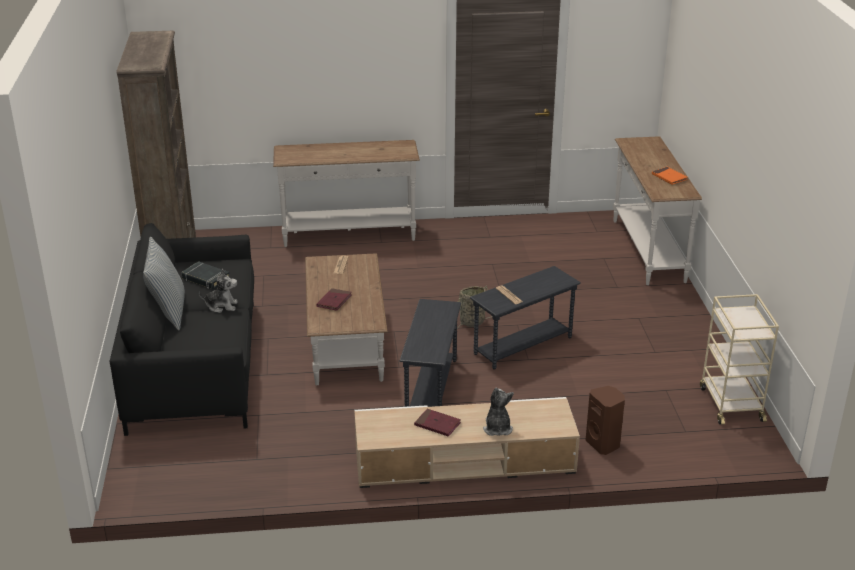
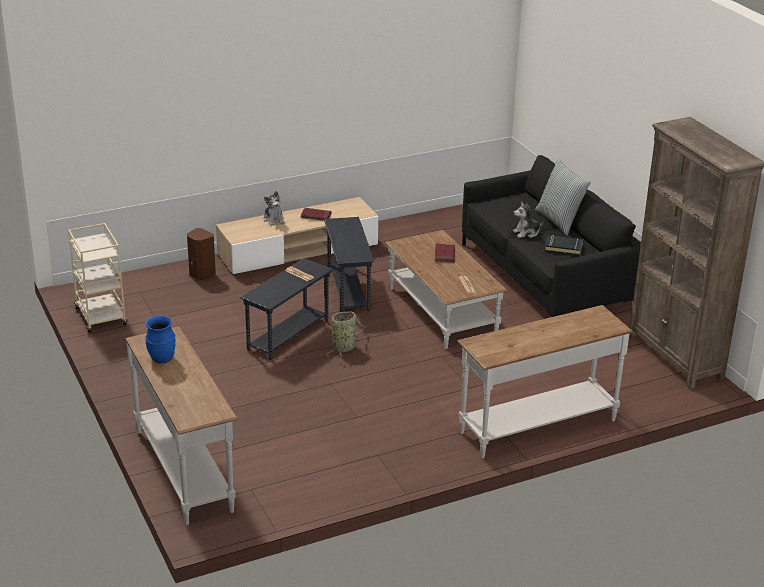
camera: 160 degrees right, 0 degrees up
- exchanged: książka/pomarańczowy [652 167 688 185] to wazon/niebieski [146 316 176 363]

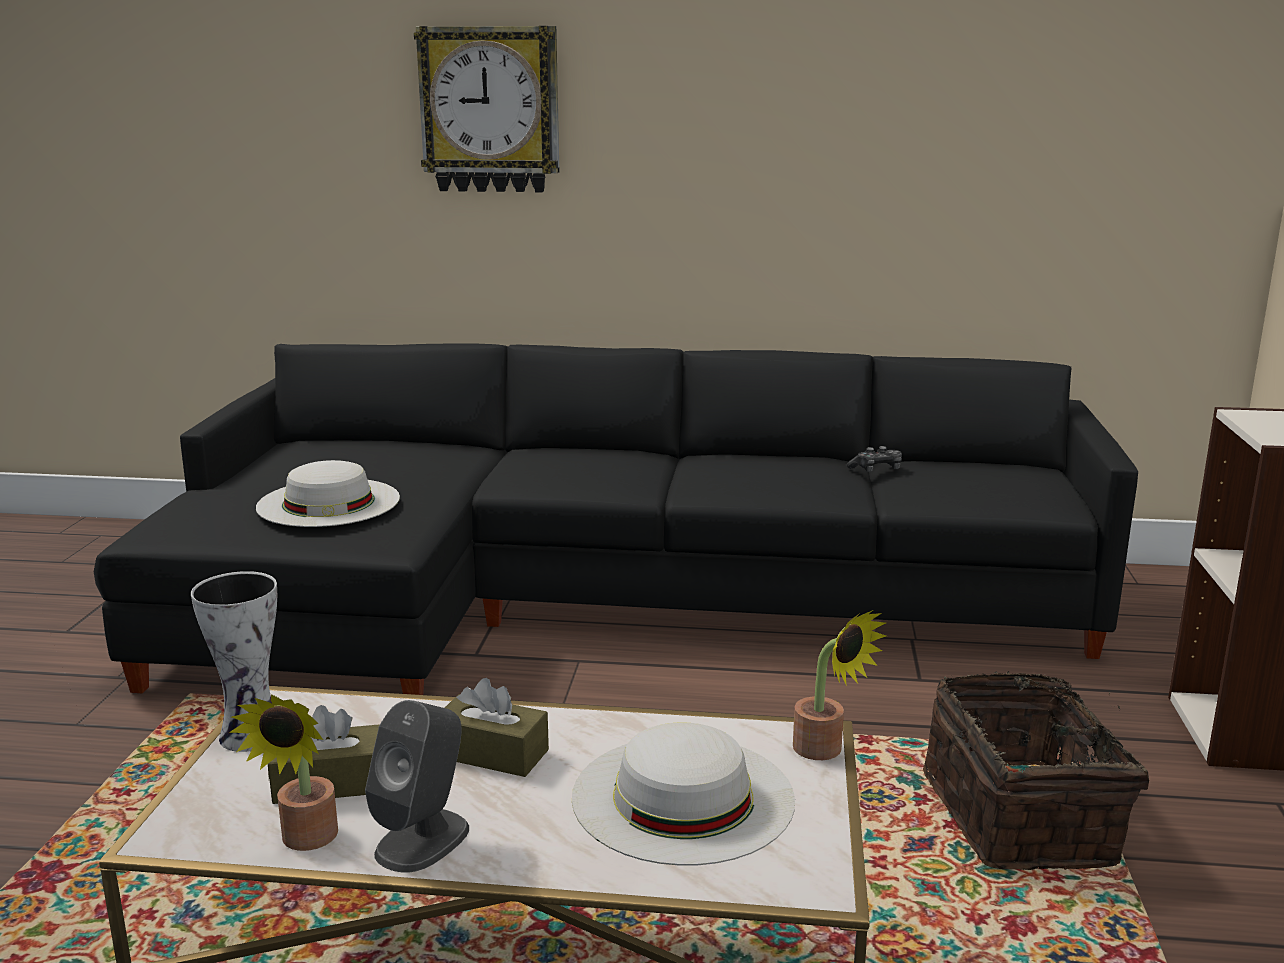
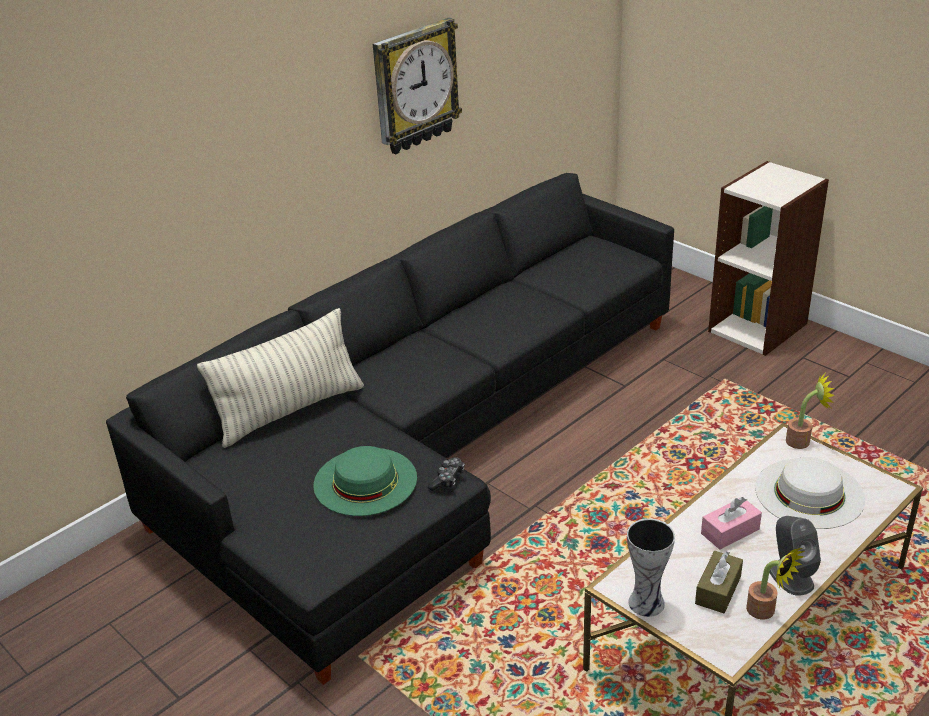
camera: 50 degrees left, 15 degrees up
- appeared: poduszka [197 308 364 448]
- colour: kapelusz/biały [256 460 400 527] to kapelusz/zielony [313 446 417 516]
- relocated: zegar ścienny [414 26 559 192] to [373 17 462 154]
- relocated: pad do gier [847 446 902 472] to [428 457 465 491]
- colour: pudełko chusteczek/brązowy [445 678 549 777] to pudełko chusteczek/różowy [701 497 762 550]
- missing: koszyk [923 671 1149 870]

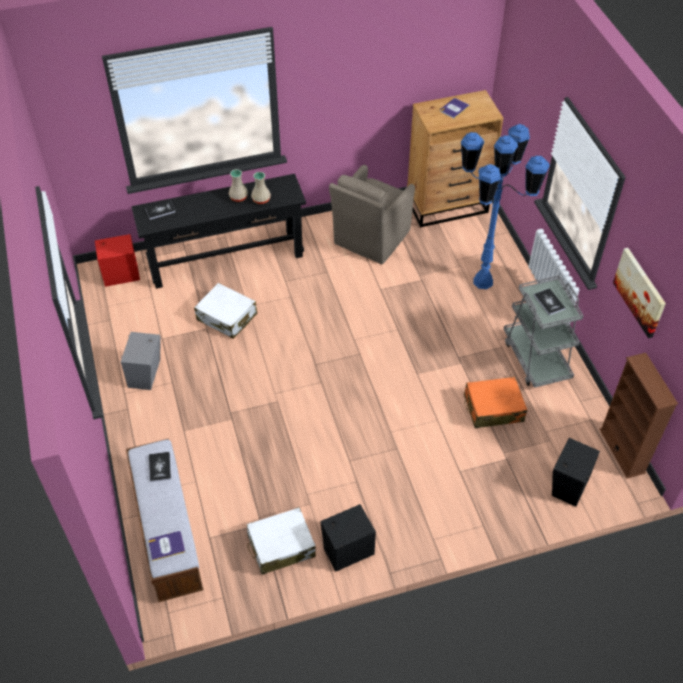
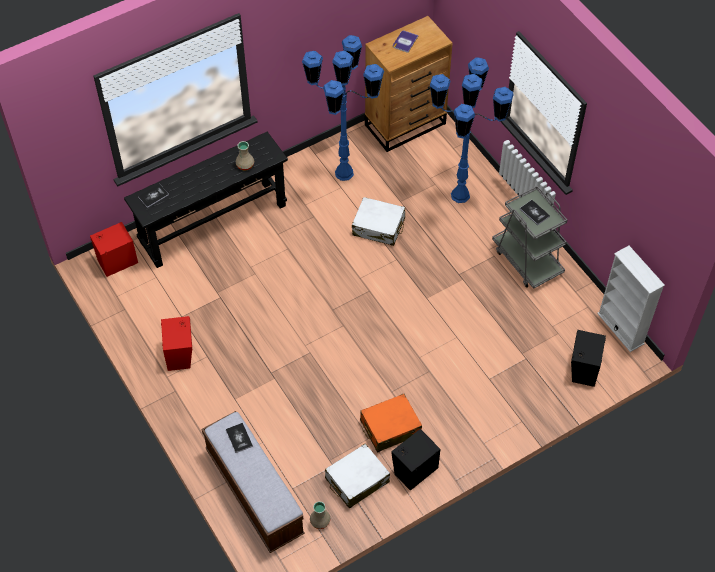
camera: 15 degrees left, 5 degrees up
- colour: głośnik/szary [121 332 161 390] to głośnik/czerwony [161 316 192 371]
- exchanged: fotel/brązowy [329 165 415 264] to lampa stojąca/niebieski [302 35 384 181]
- relocated: wazon/beżowy [229 169 248 202] to [310 501 331 529]
- relocated: walizka/biały [194 283 257 339] to [352 197 405 246]
- relocated: walizka/pomarańczowy [464 377 527 428] to [360 394 422 452]
- colour: regał/brązowy [600 353 678 478] to regał/biały [597 246 665 352]
- missing: książka [148 531 185 561]
- missing: obraz [613 248 666 338]

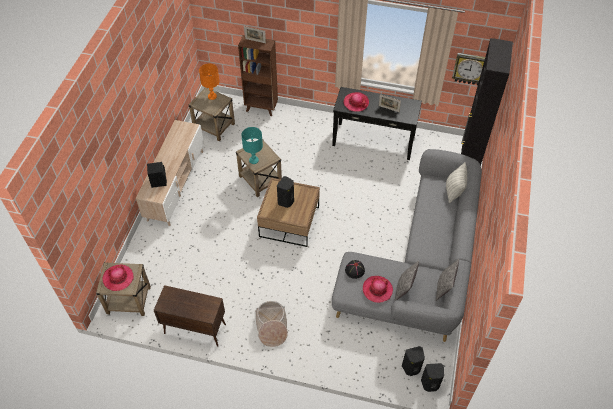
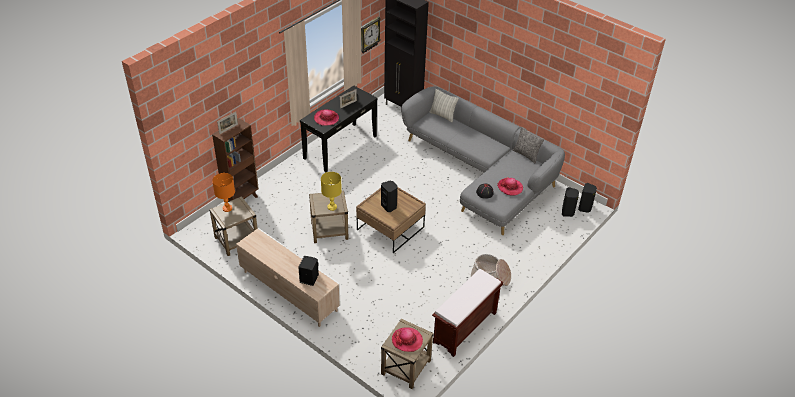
camera: 65 degrees left, 10 degrees down
- colour: lampa stołowa/turkusowy [241 127 263 164] to lampa stołowa/żółty [321 172 342 211]
- exchanged: szafka/brązowy [154 285 226 347] to ławka/brązowy [432 269 503 357]
- missing: poduszka [394 261 419 301]

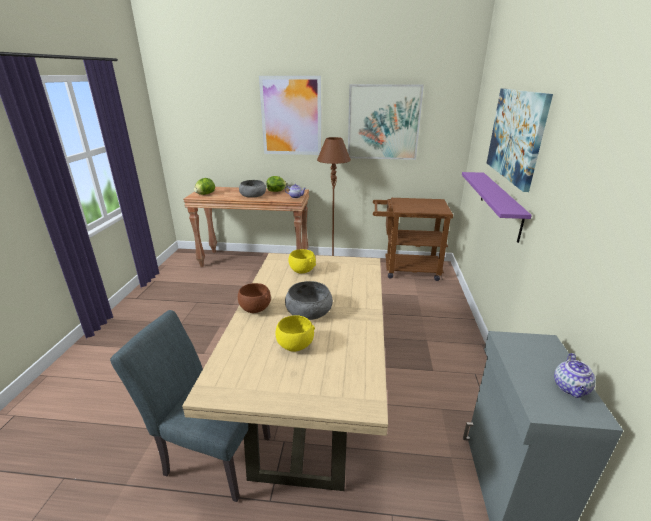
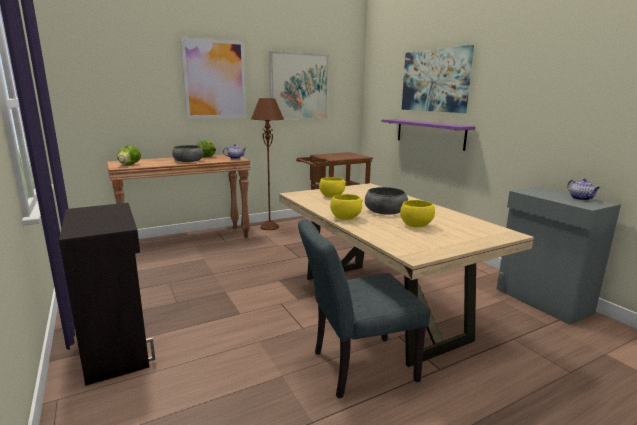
camera: 35 degrees left, 10 degrees down
- appeared: szafka/czarny [59 203 155 386]
- colour: miska/brązowy [238 283 271 313] to miska/żółty [330 194 363 220]

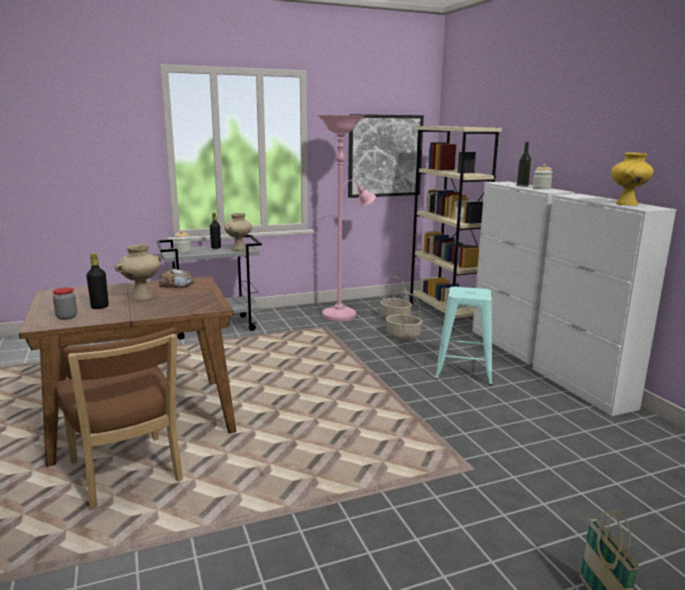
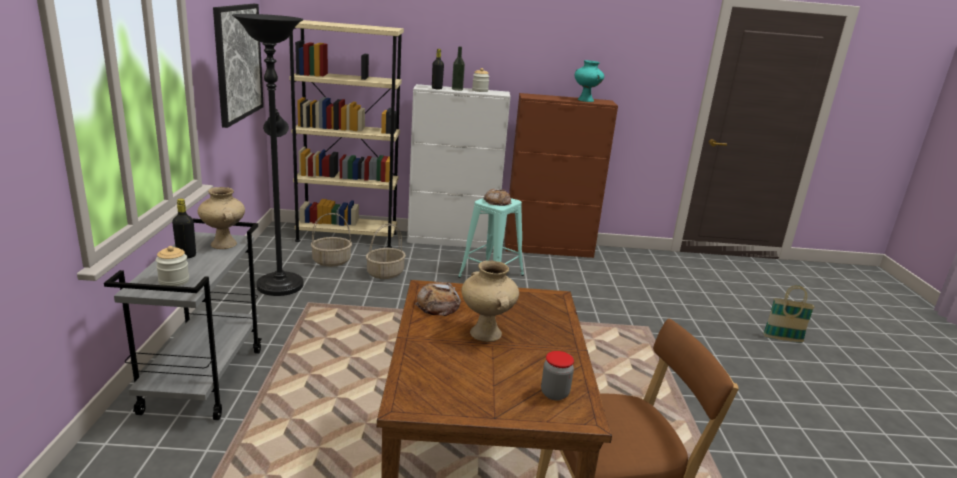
camera: 70 degrees left, 5 degrees up
- colour: lampa stojąca/różowy [317 115 376 321] to lampa stojąca/czarny [232 14 304 296]
- relocated: butelka/czarny [86 253 109 309] to [432 49 444 90]
- appeared: chleb [483 189 511 206]
- colour: szafka/biały [533 194 676 416] to szafka/brązowy [505 93 618 258]
- colour: wazon/żółty [611 152 654 205] to wazon/turkusowy [575 60 604 102]

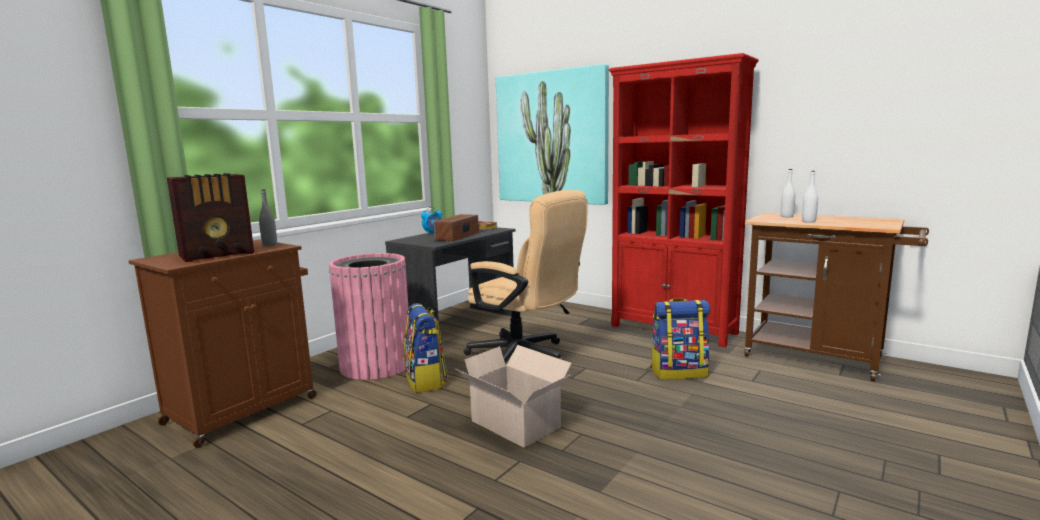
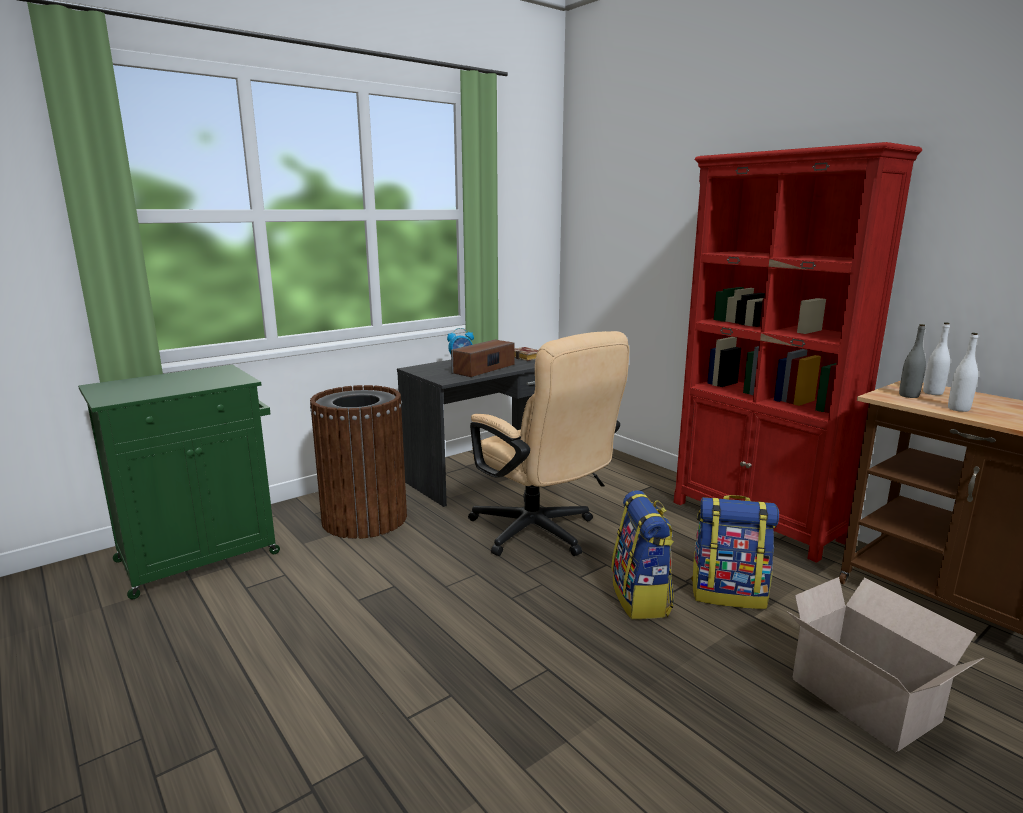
camera: 15 degrees right, 5 degrees up
- colour: szafka/brązowy [128 240 316 448] to szafka/zielony [78 365 280 599]
- colour: kosz na śmieci/różowy [329 253 410 380] to kosz na śmieci/brązowy [310 385 407 539]
- relocated: plecak [403 303 448 393] to [611 490 674 619]
- relocated: karton [456 345 572 448] to [787 577 984 752]
- relocated: butelka/szary [259 190 277 246] to [899 324 926 398]
- missing: radio [167 173 254 262]
- missing: obraz [496 64 609 205]

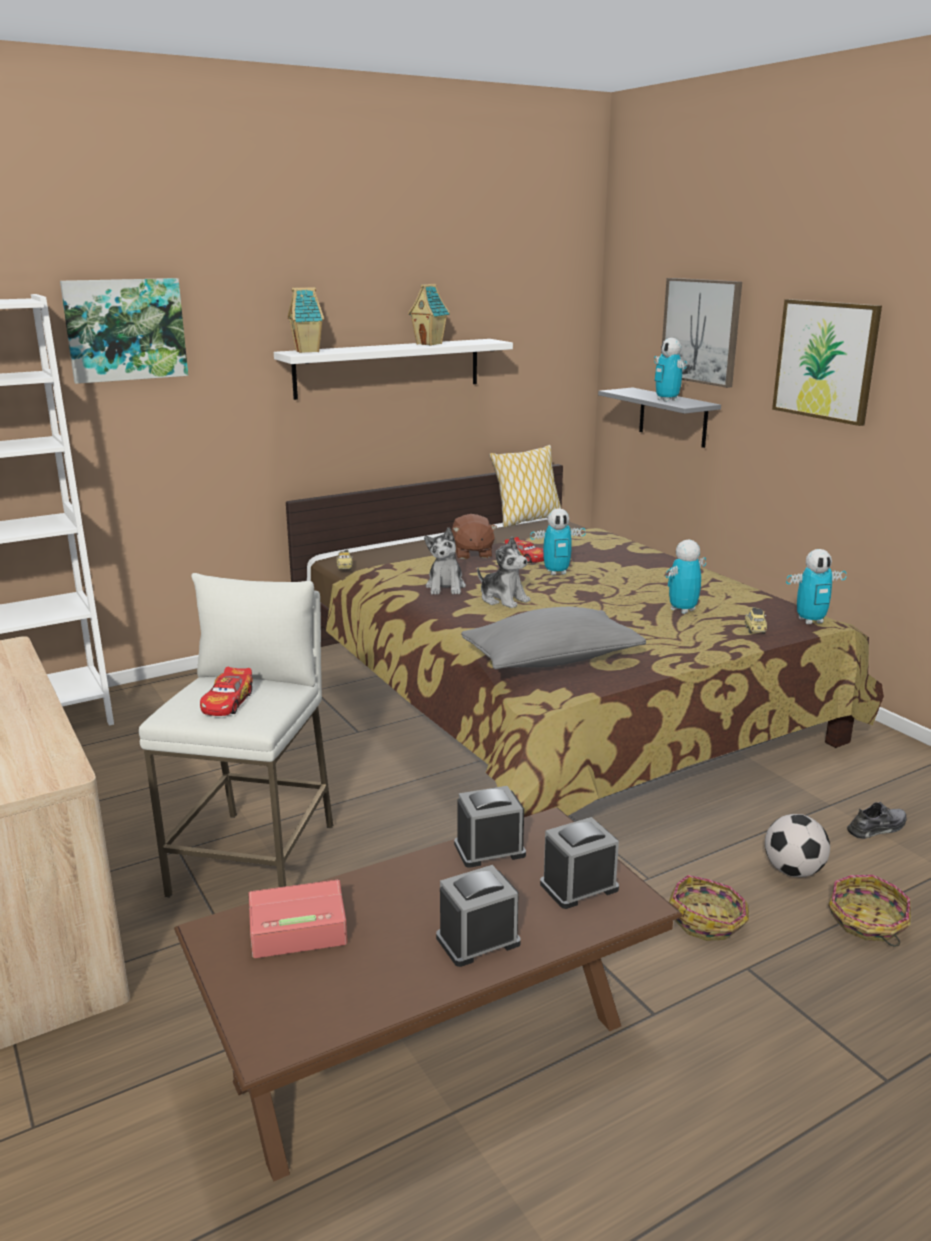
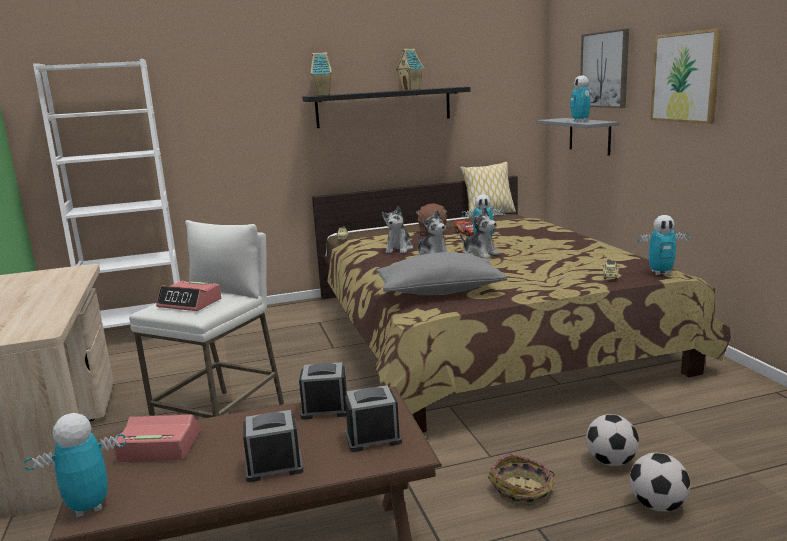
camera: 15 degrees right, 5 degrees down
- relocated: robot zabawkowy [666 540 706 614] to [24 413 126 517]
- exchanged: samochodzik [200 667 253 716] to budzik [156 281 221 311]
- colour: półka/biały [274 339 513 400] to półka/czarny [302 87 471 128]
- appeared: pluszak [460 207 500 259]
- exchanged: koszyk [828 875 911 947] to piłka futbolowa [629 453 690 512]
- missing: obraz [60 278 188 384]
- missing: but/szary [847 801 907 839]

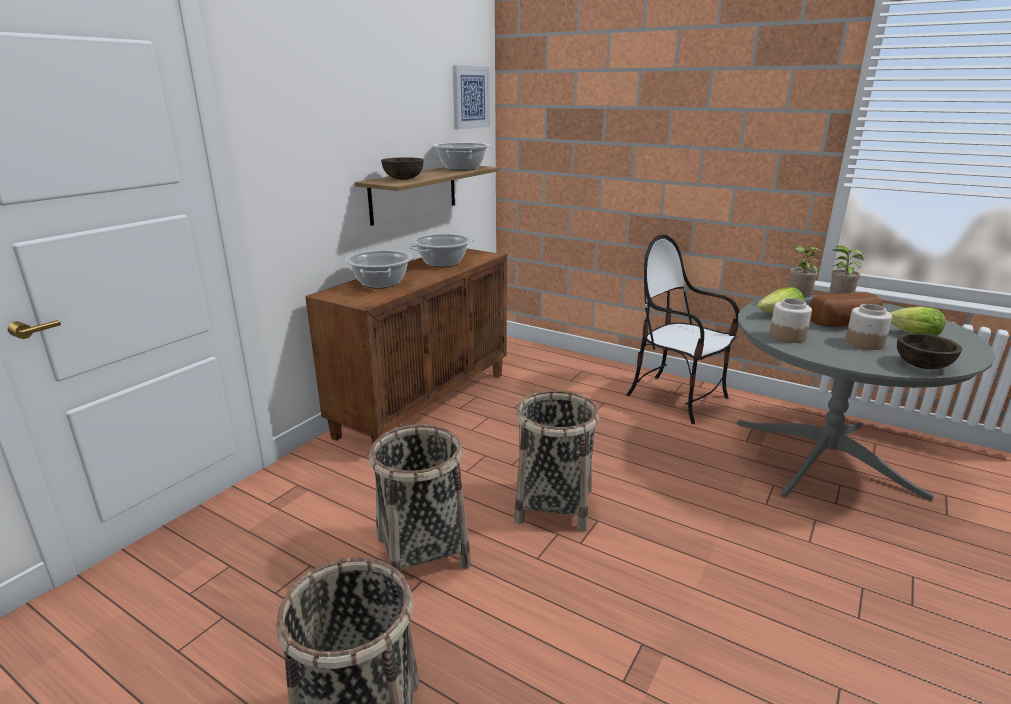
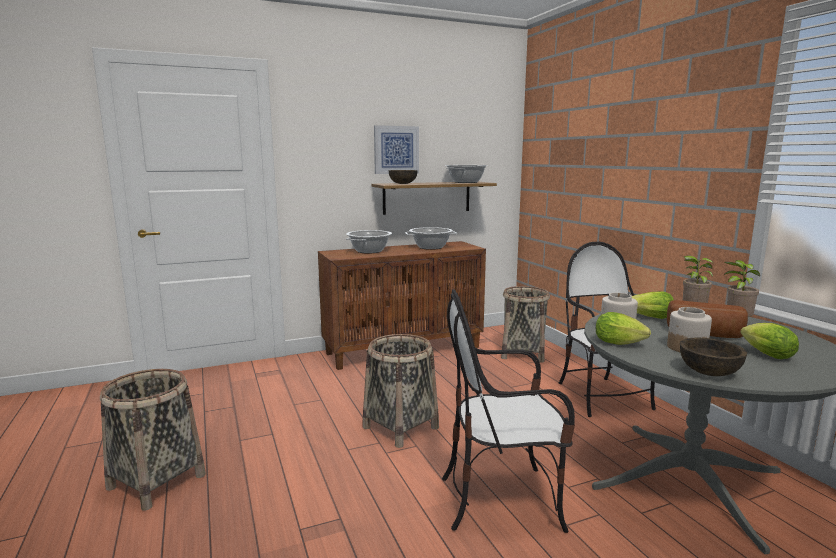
camera: 35 degrees right, 10 degrees down
- relocated: obraz [453 65 490 130] to [374 125 419 174]
- appeared: krzesło [442 289 575 533]
- relocated: koszyk [369 424 471 574] to [501 286 550 363]
- appeared: sałata [596 312 651 345]

